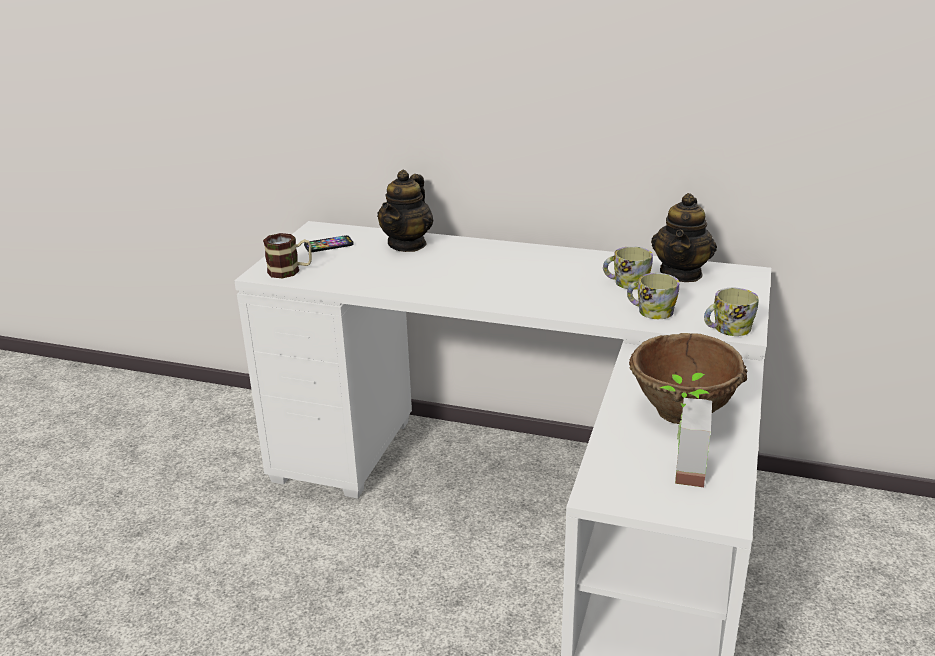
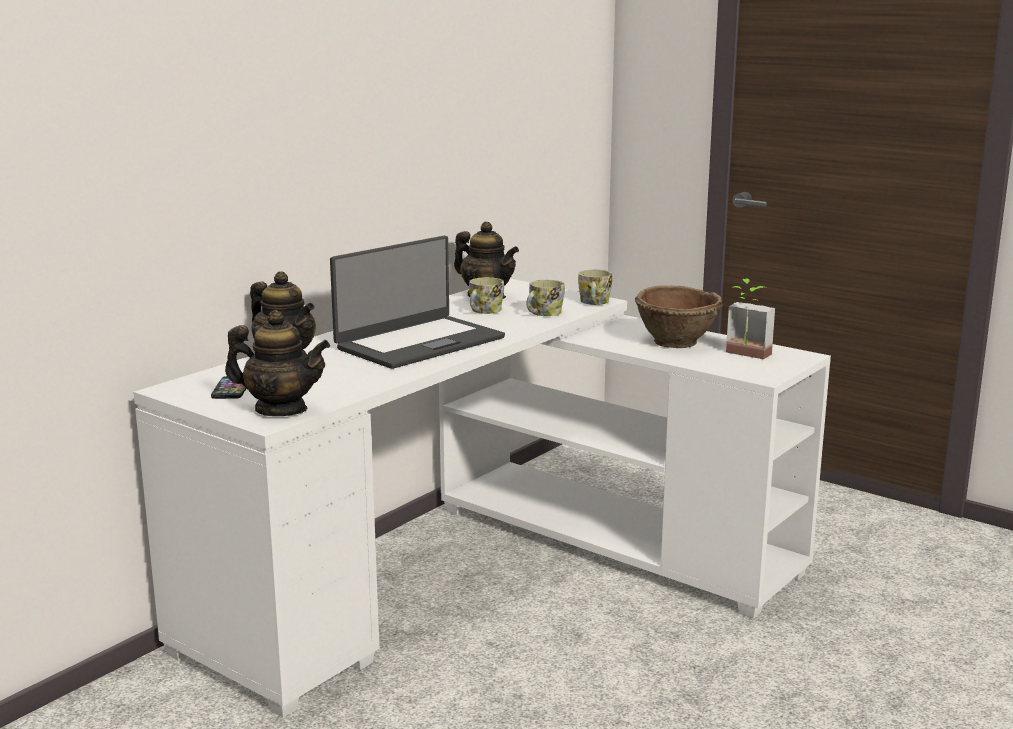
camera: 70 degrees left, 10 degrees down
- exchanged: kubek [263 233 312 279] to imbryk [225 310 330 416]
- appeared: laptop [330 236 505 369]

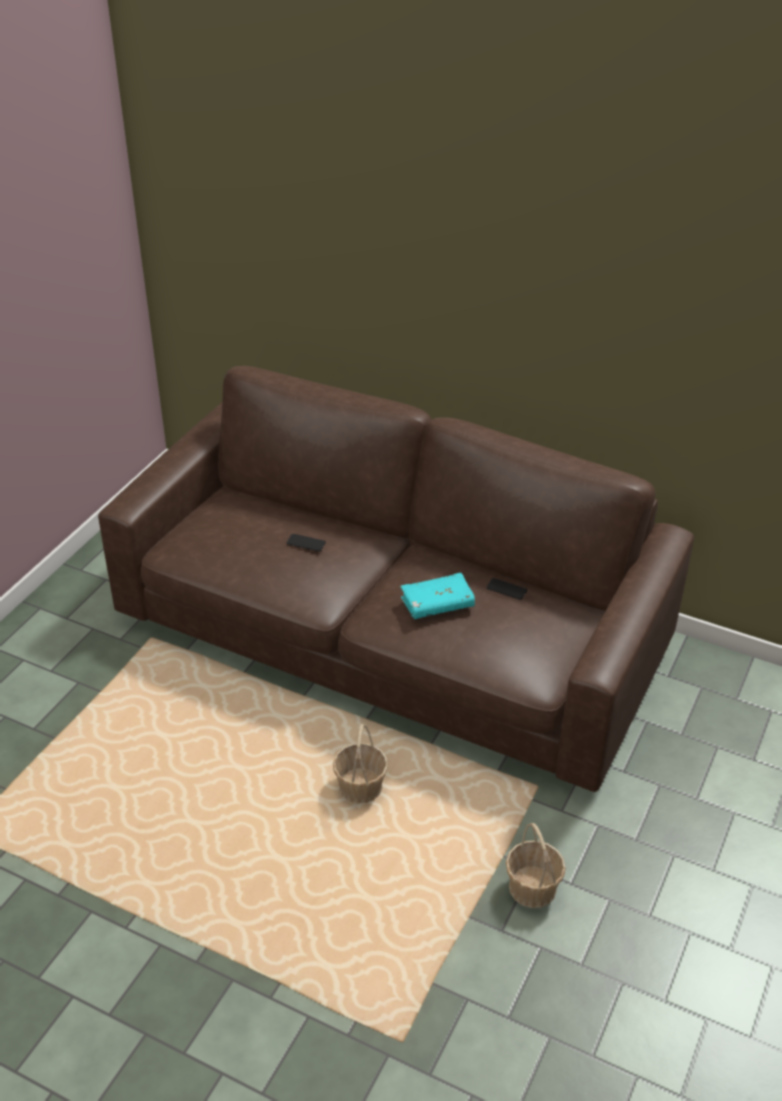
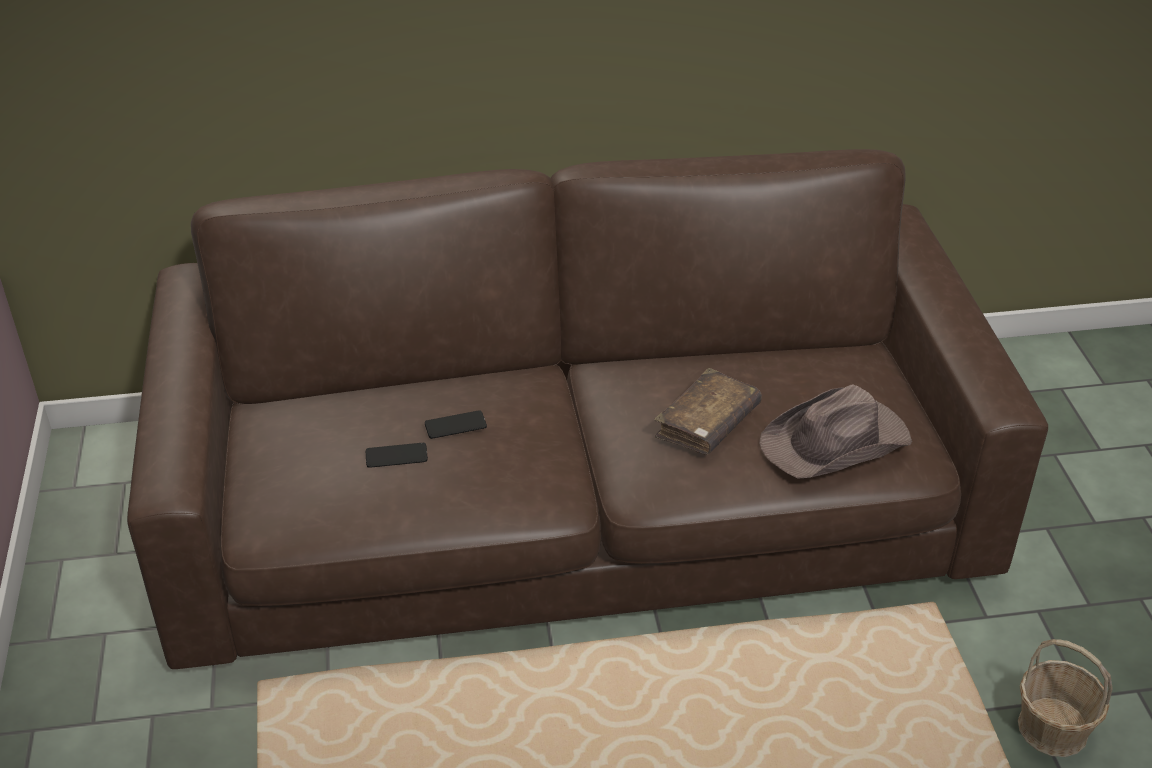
camera: 35 degrees left, 0 degrees up
- relocated: telefon [487 578 527 600] to [366 443 428 468]
- colour: książka/turkusowy [400 573 475 619] to książka/brązowy [654 368 762 455]
- appeared: kapelusz/brązowy [759 384 912 479]
- missing: koszyk [333 724 388 803]

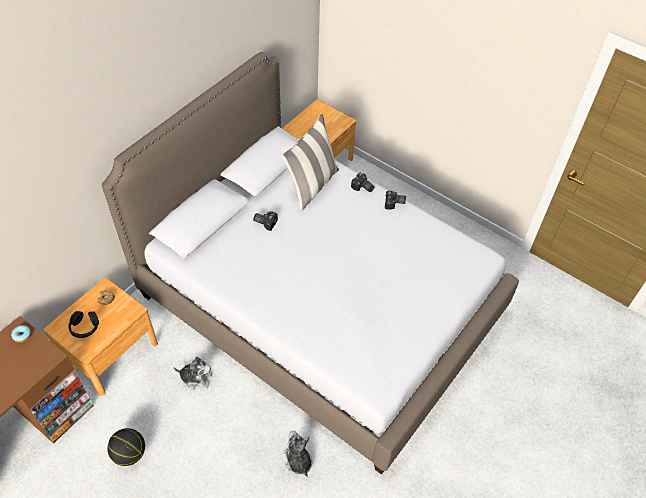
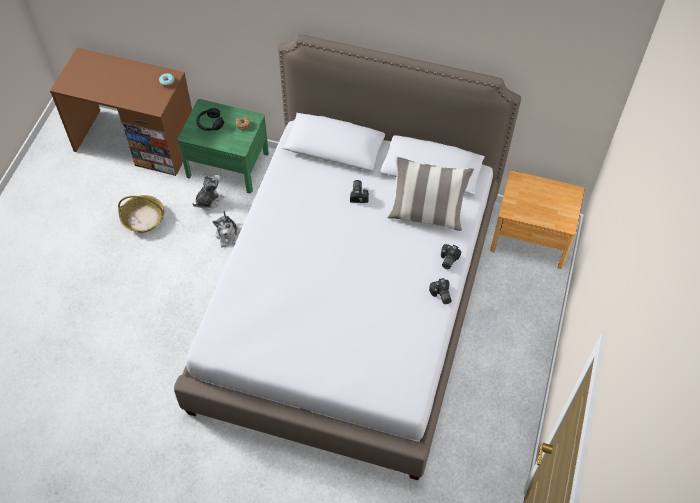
camera: 70 degrees right, 5 degrees up
- exchanged: piłka do koszykówki [107 428 145 466] to koszyk [118 195 164 233]
- colour: szafka nocna/brązowy [44 278 158 396] to szafka nocna/zielony [178 99 269 193]
- relocated: pluszak [283 431 312 477] to [192 174 224 210]

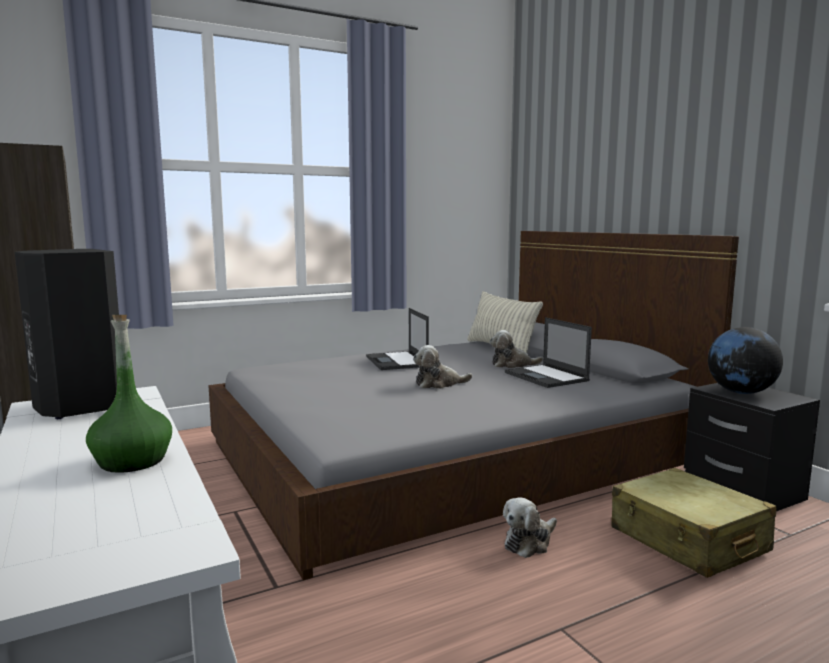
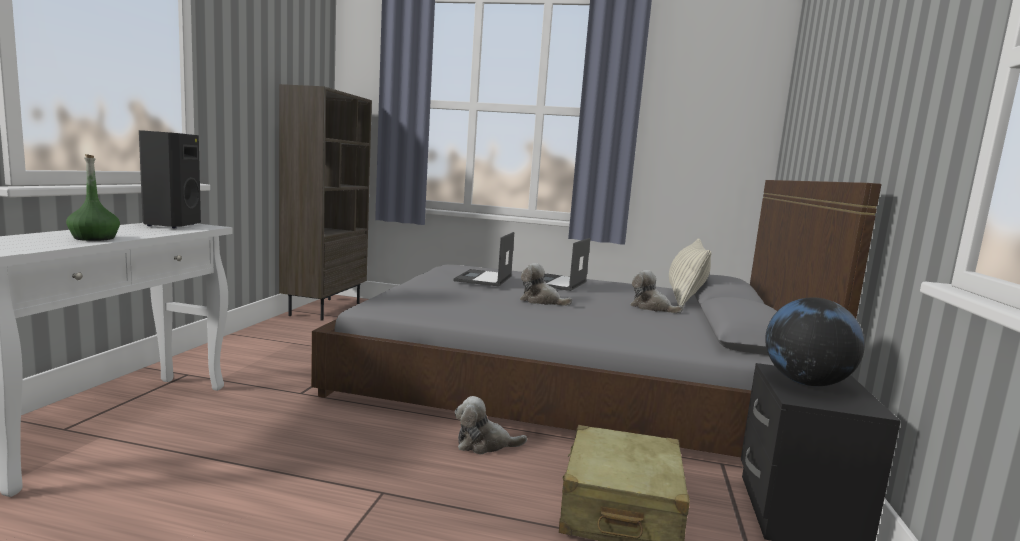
camera: 40 degrees right, 0 degrees up
- relocated: laptop [505 317 592 388] to [453 232 514 286]

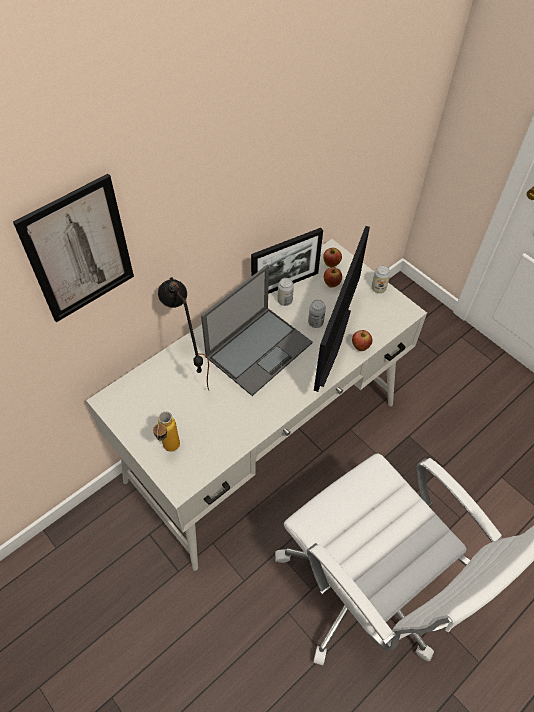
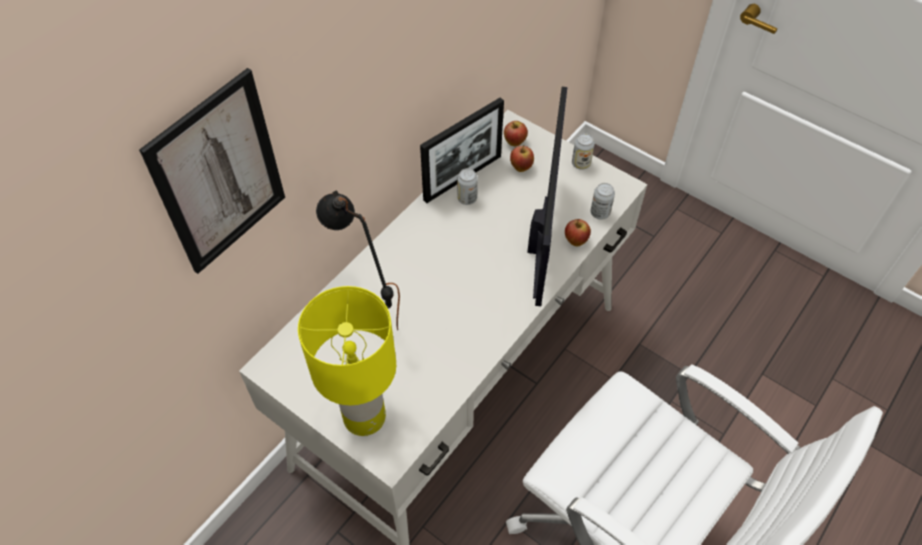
camera: 10 degrees left, 0 degrees up
- exchanged: butelka [153 411 180 452] to lampa stołowa/żółty [298 286 396 436]
- relocated: puszka [308 300 326 328] to [590 183 615 220]
- missing: laptop [201 265 313 396]

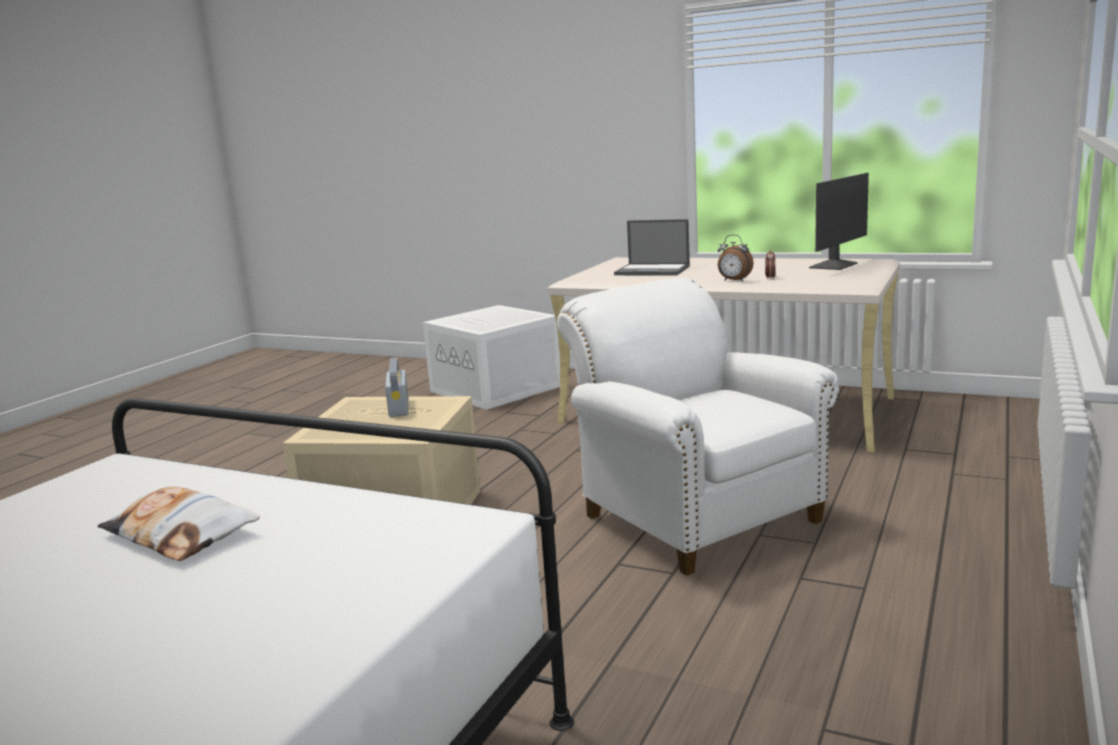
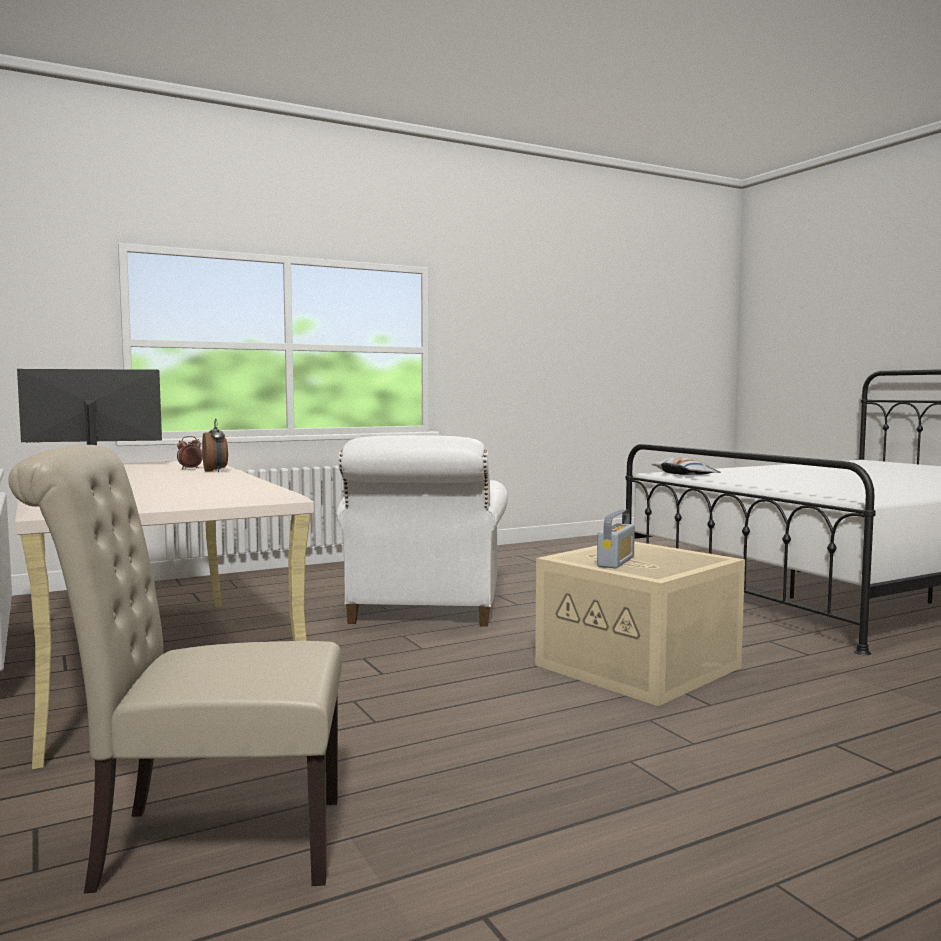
camera: 145 degrees left, 10 degrees down
- exchanged: pojemnik do przechowywania/biały [423 305 560 410] to krzesło/beżowy [8 445 342 893]
- relocated: poduszka [97 487 260 561] to [652 457 720 475]
- missing: laptop [614 219 690 275]

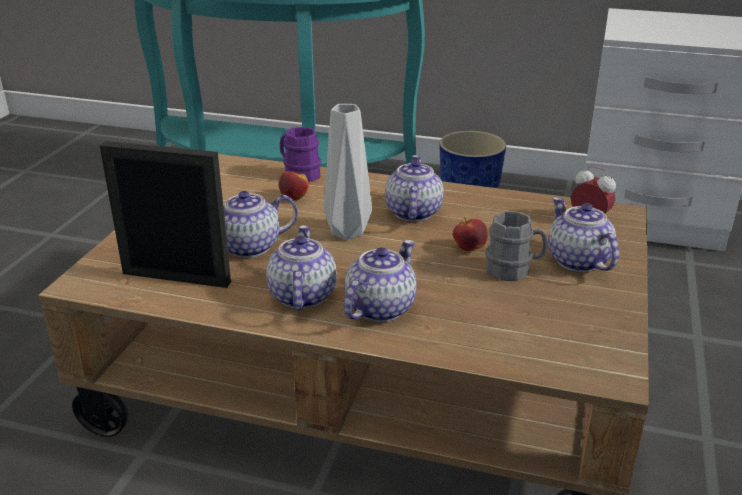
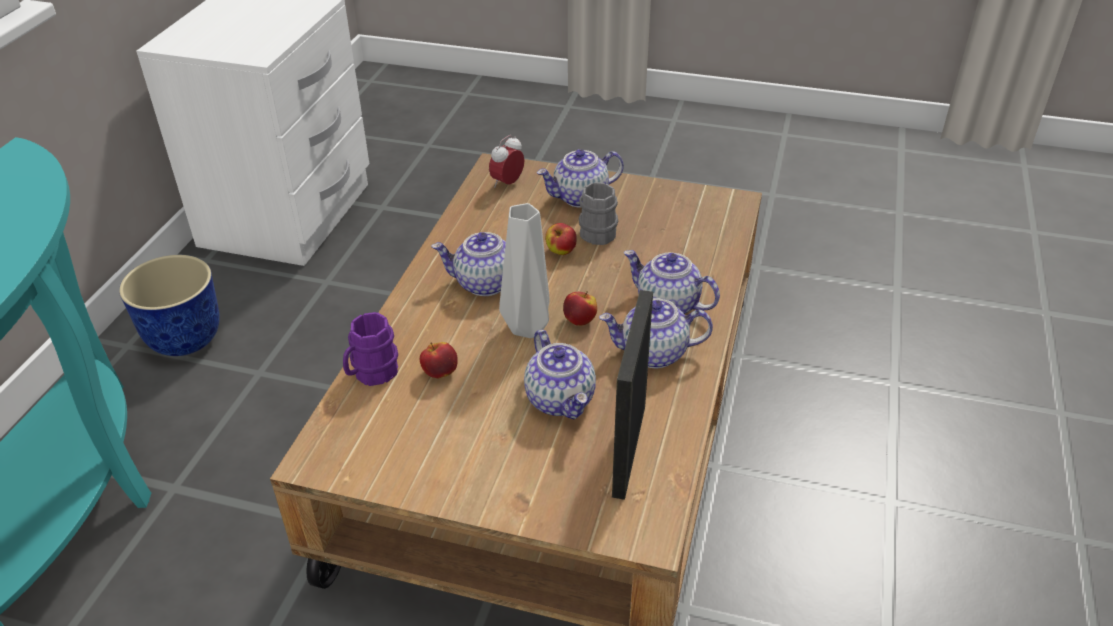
camera: 90 degrees left, 10 degrees up
- appeared: jabłko [563 291 597 326]

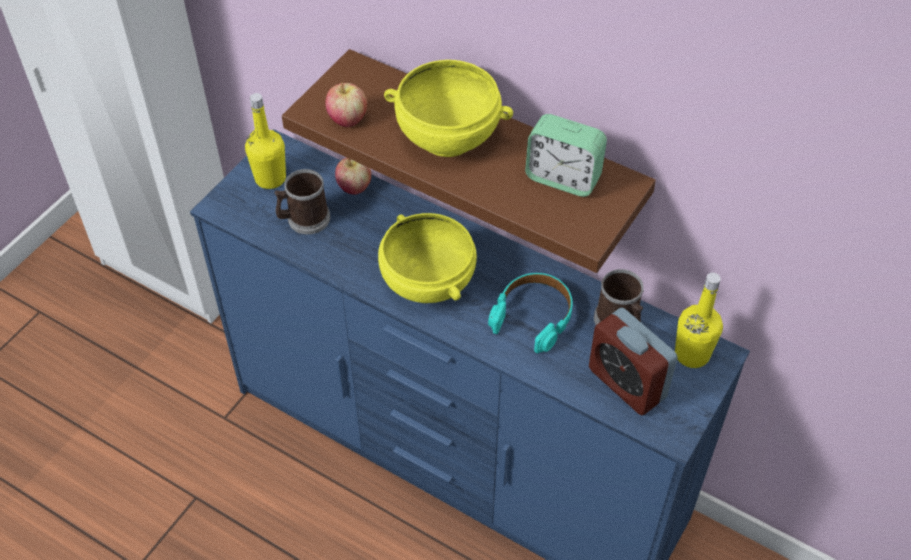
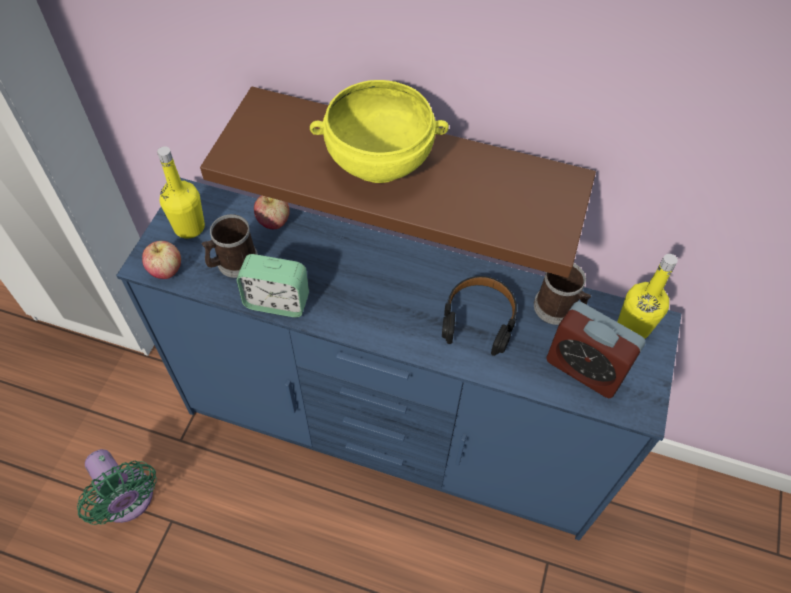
camera: 15 degrees left, 5 degrees up
- appeared: wentylator/zielony [77 449 157 525]
- relocated: jabłko [325 82 367 127] to [142 241 181 279]
- relocated: budzik [525 114 607 197] to [237 254 309 317]
- colour: słuchawki/turkusowy [488 273 573 353] to słuchawki/czarny [442 276 517 356]
- missing: miska/żółty [378 213 477 303]

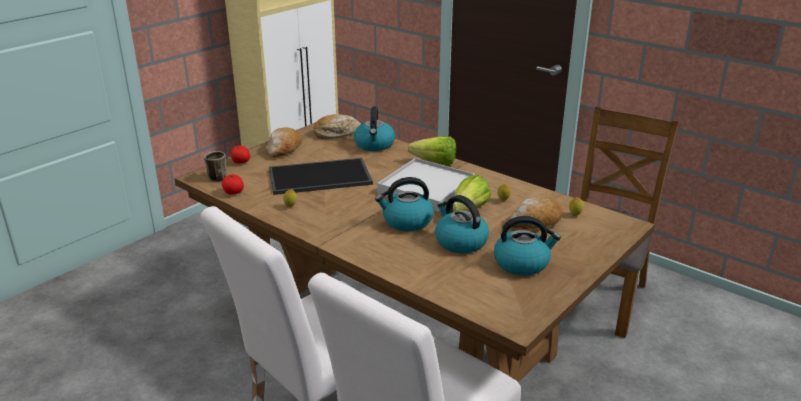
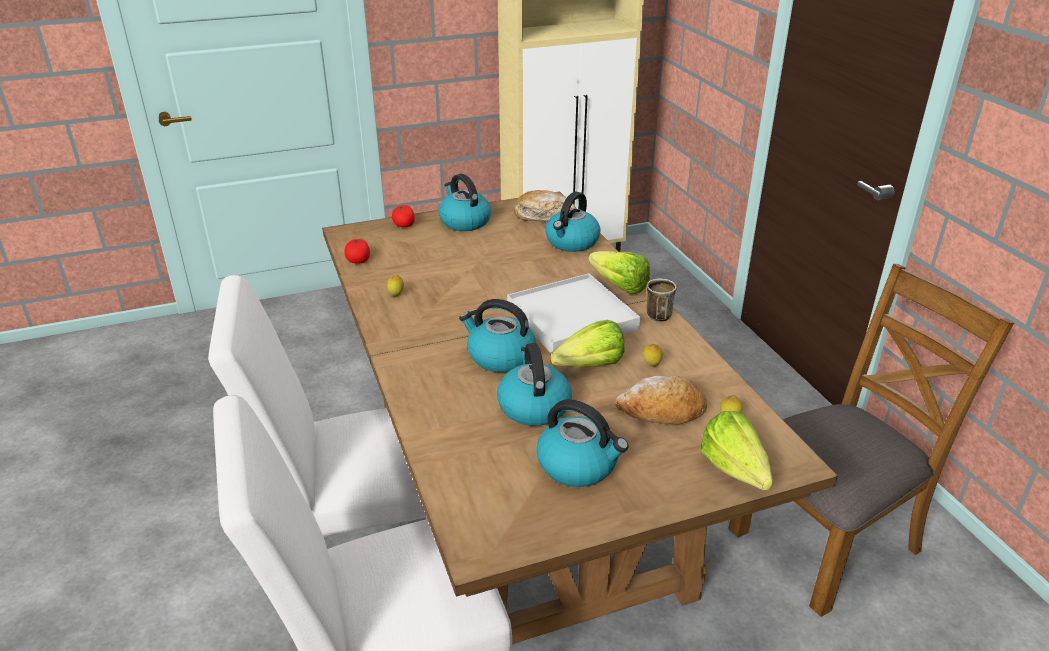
camera: 30 degrees right, 5 degrees up
- exchanged: chleb [266 127 302 158] to czajnik [438 174 491 231]
- relocated: kubek [204 151 227 182] to [647 278 677 322]
- appeared: sałata [700 411 773 490]
- missing: taca [269 158 373 195]

